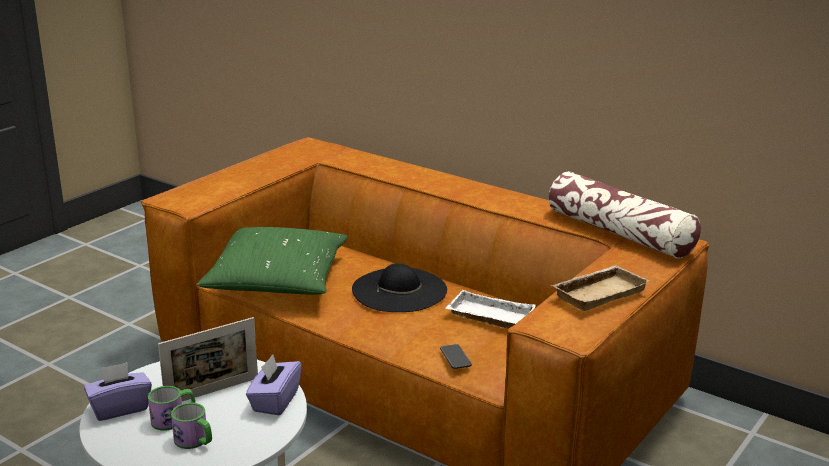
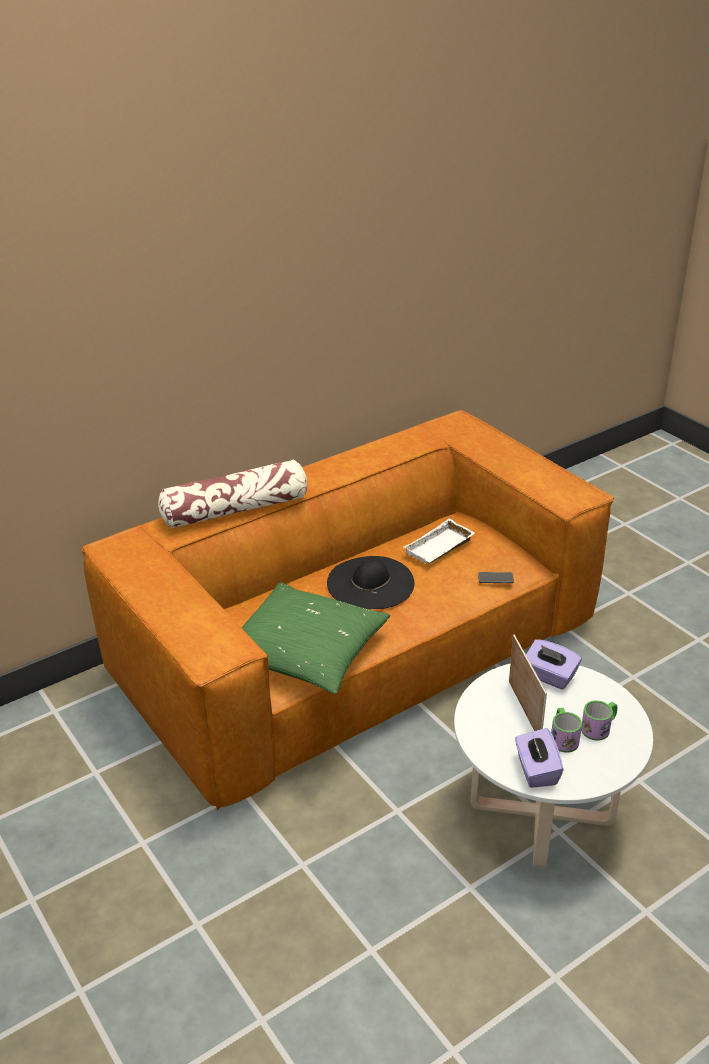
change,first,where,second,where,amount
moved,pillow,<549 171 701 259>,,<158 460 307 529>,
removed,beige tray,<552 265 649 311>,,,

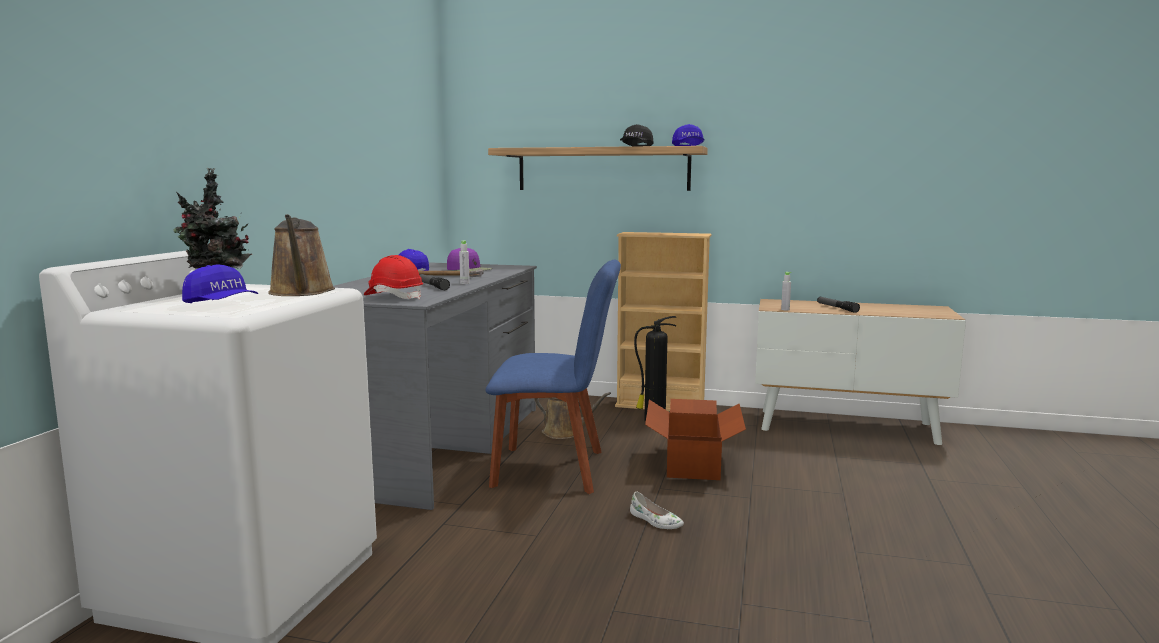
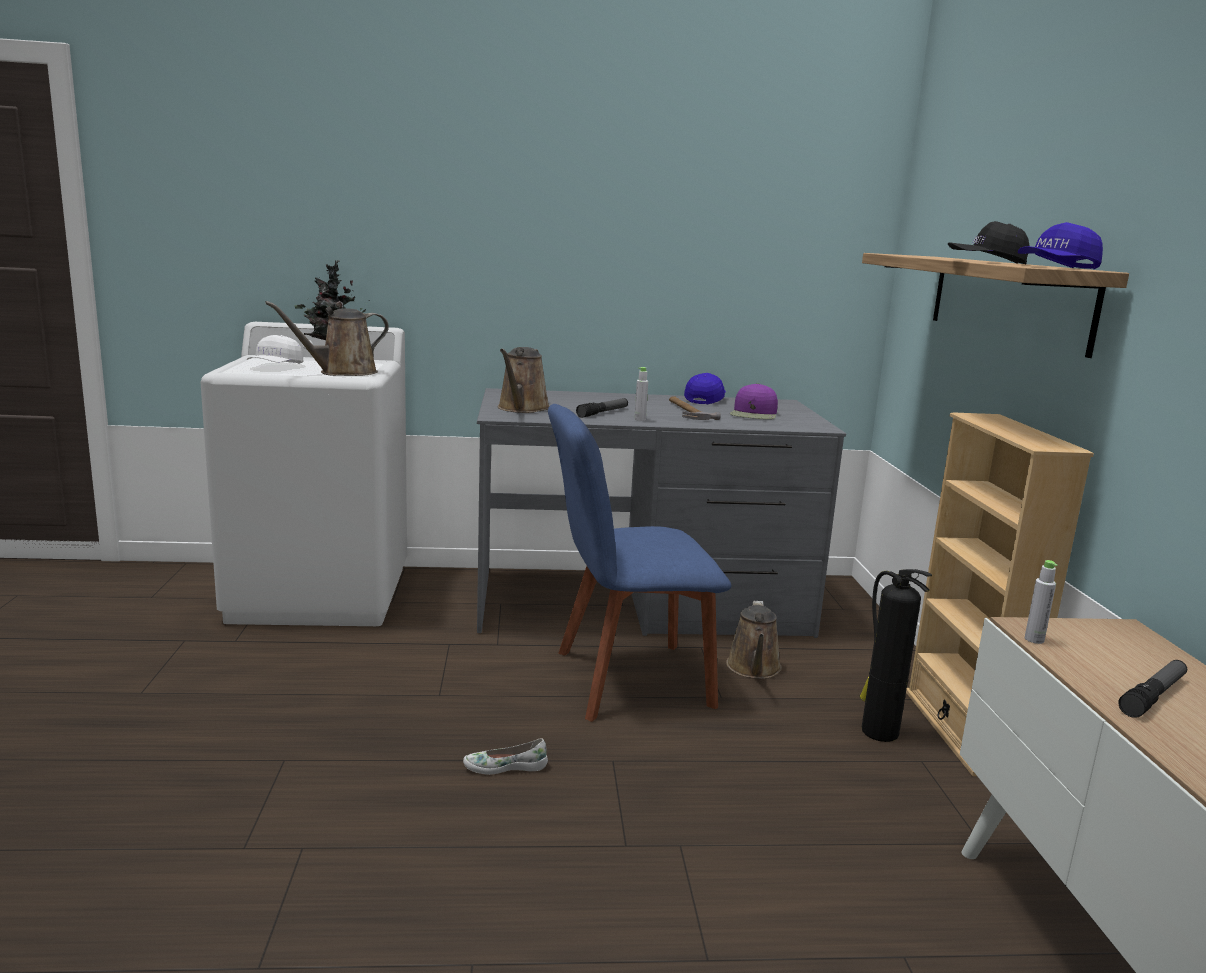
change,first,where,second,where,amount
recoloured,blue cap,<182 264 258 303>,white cap,<247 335 303 364>,
replaced,red hard hat,<364 255 423 299>,brown watering can,<498 347 549 413>,
turned,blue chair,<485 260 621 494>,,<548 404 731 722>,90 degrees clockwise
turned,white shoe,<630 492 684 529>,,<463 738 548 775>,60 degrees clockwise
removed,cardboard box,<645 399 746 480>,,,

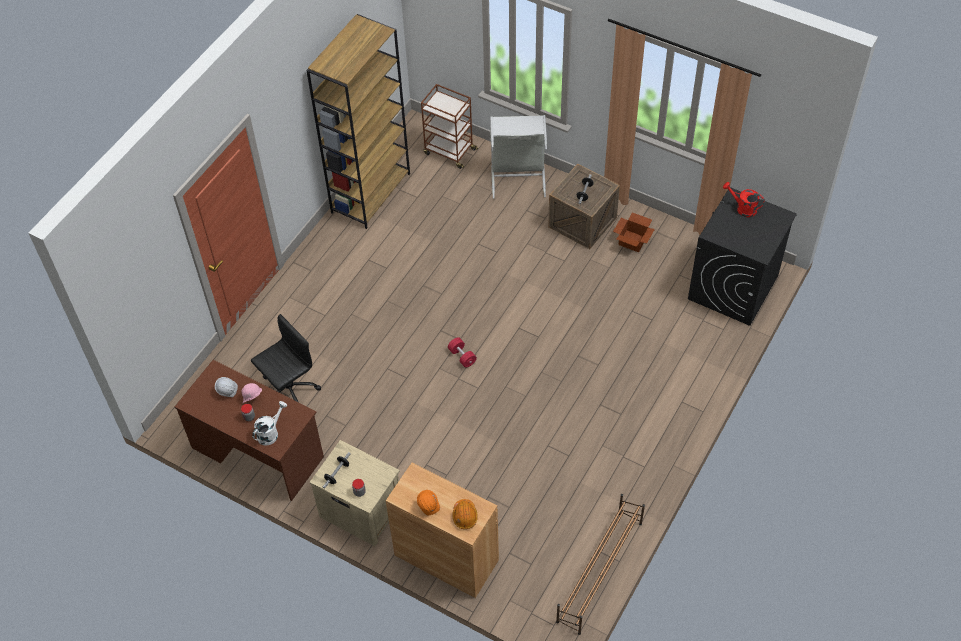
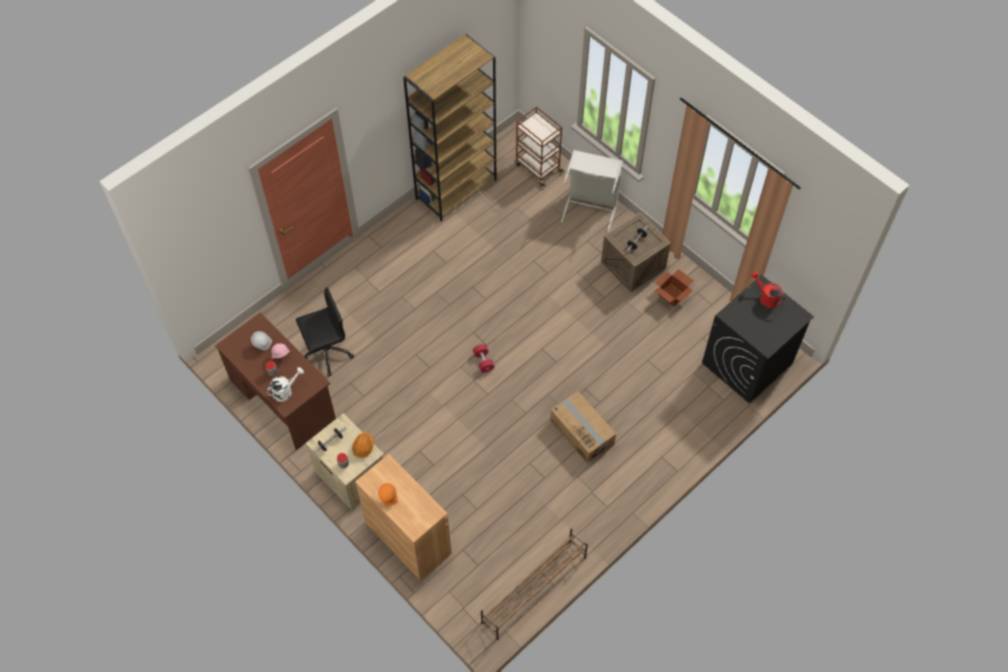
change,first,where,second,where,amount
moved,orange hard hat,<452 499 478 529>,,<352 433 374 458>,
added,,,cardboard box,<550 391 616 463>,

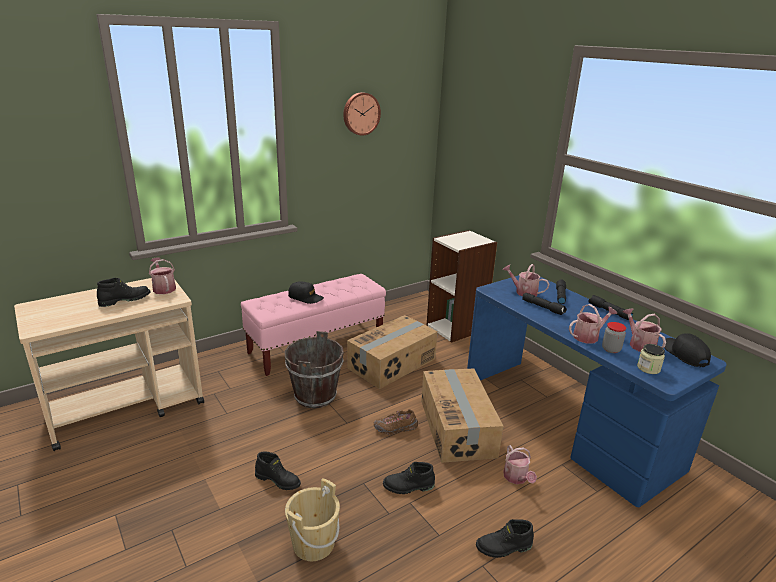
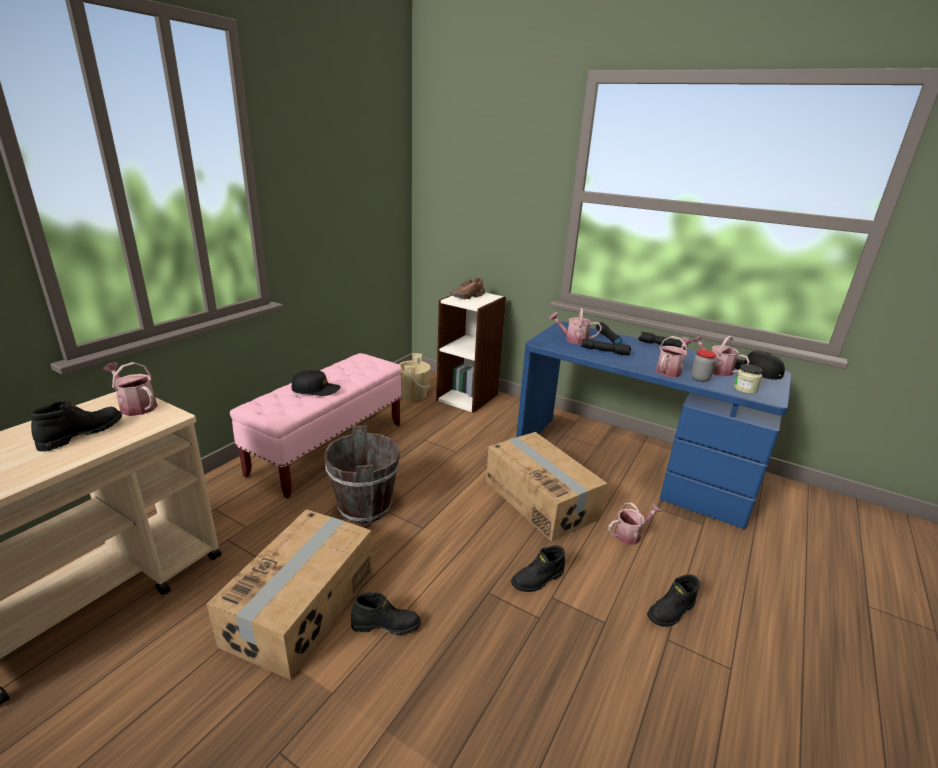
change,first,where,second,where,amount
moved,beige bucket,<285 478 340 561>,,<398 353 431 401>,
removed,wall clock,<343 92 381 136>,,,
moved,cardboard box,<347 315 438 389>,,<207 509 372 680>,
moved,brown shoe,<374 409 418 435>,,<450 278 485 300>,
turned,watering can,<503 445 537 484>,,<608 502 662 545>,75 degrees counterclockwise

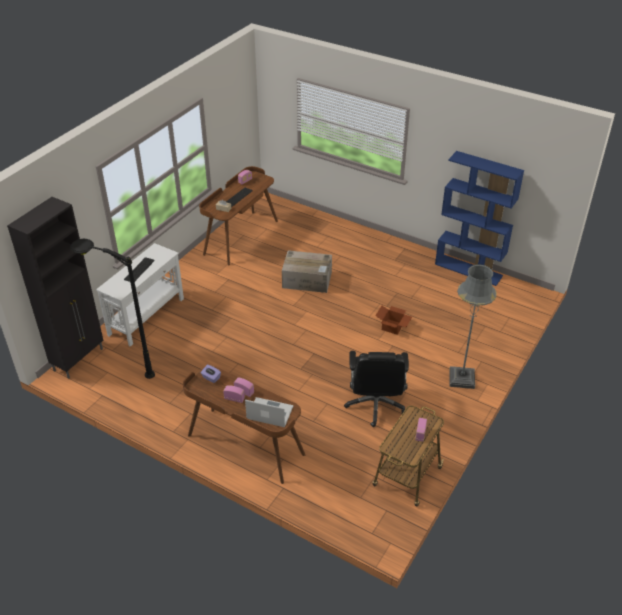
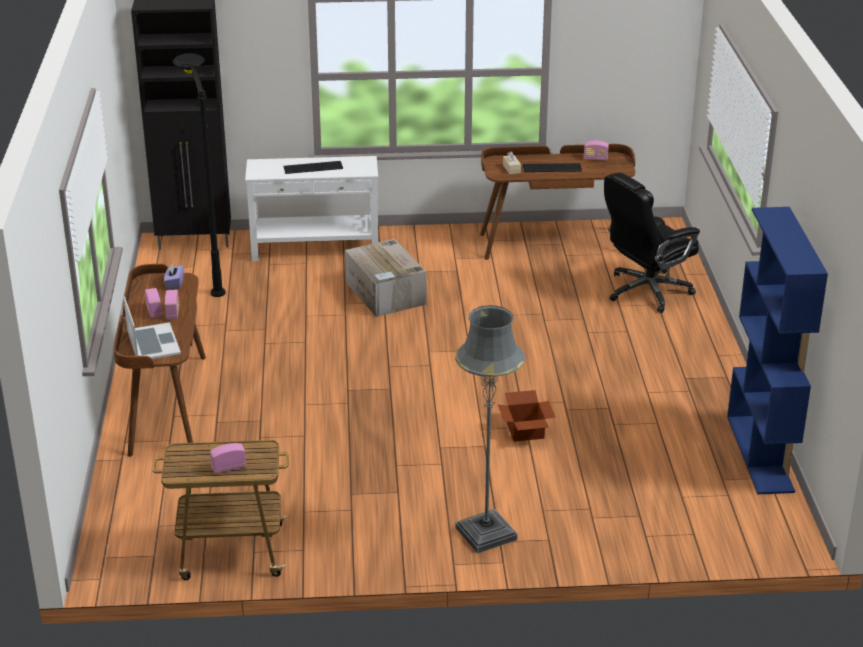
change,first,where,second,where,amount
moved,cardboard box,<282 250 332 293>,,<345 239 427 317>,
moved,black office chair,<344 351 409 427>,,<604 173 700 313>,

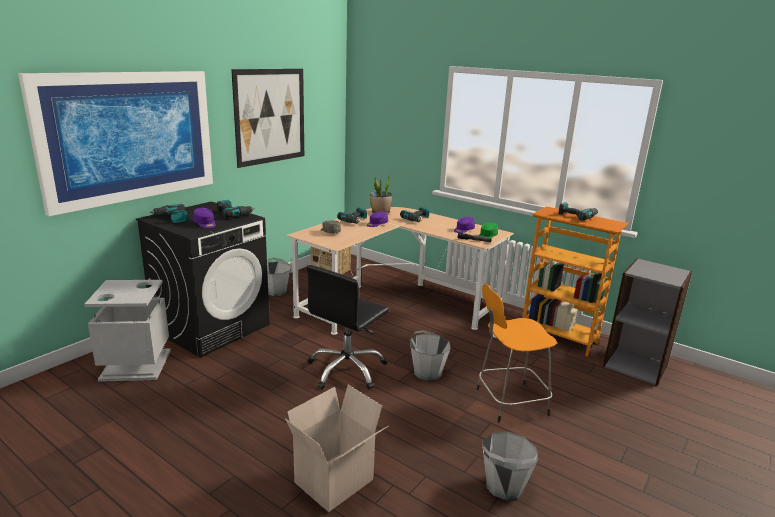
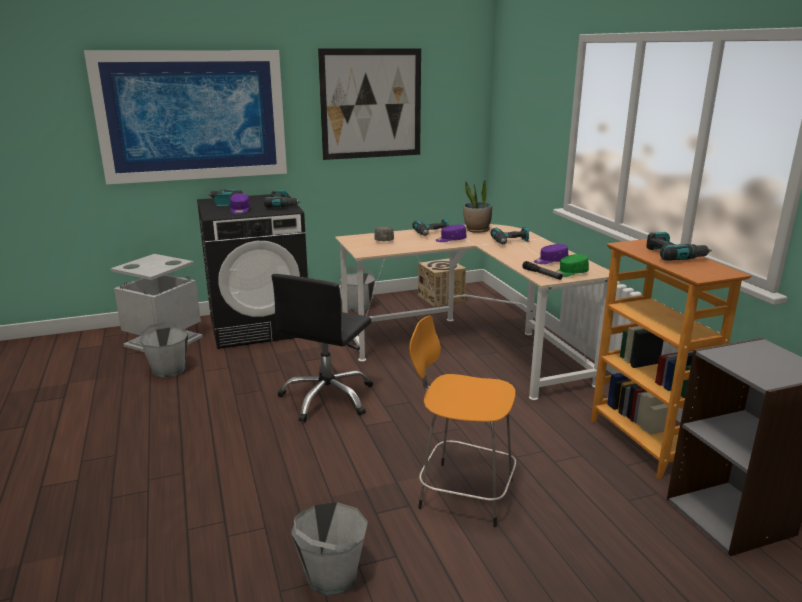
change,first,where,second,where,amount
removed,cardboard box,<285 385 388 512>,,,
turned,black office chair,<307 265 389 390>,,<272 274 373 422>,45 degrees counterclockwise
moved,grey bucket,<410 330 451 381>,,<140 322 189 378>,

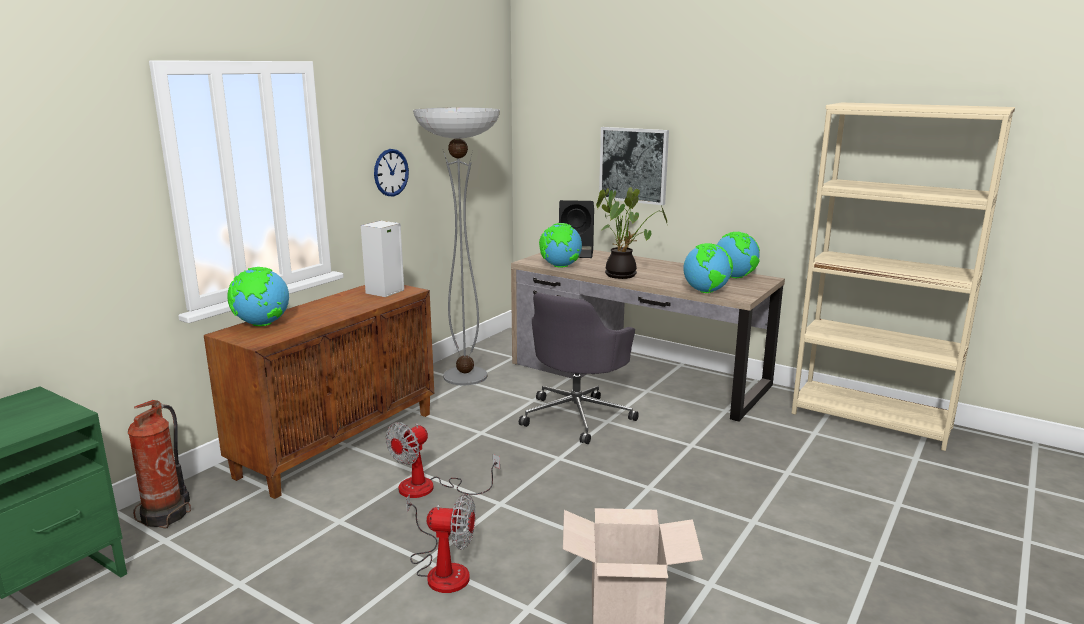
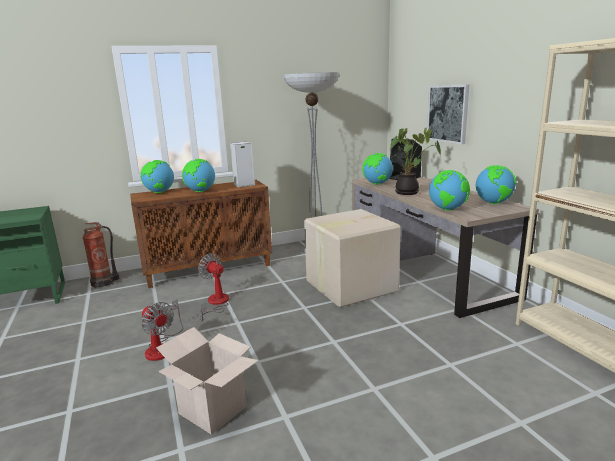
change,first,where,second,where,amount
removed,wall clock,<374 149 409 196>,,,
turned,fan,<385 422 500 498>,,<198 253 229 322>,60 degrees clockwise
replaced,grey office chair,<519 292 639 444>,cardboard box,<304 209 401 307>,
added,,,globe,<182 159 215 192>,

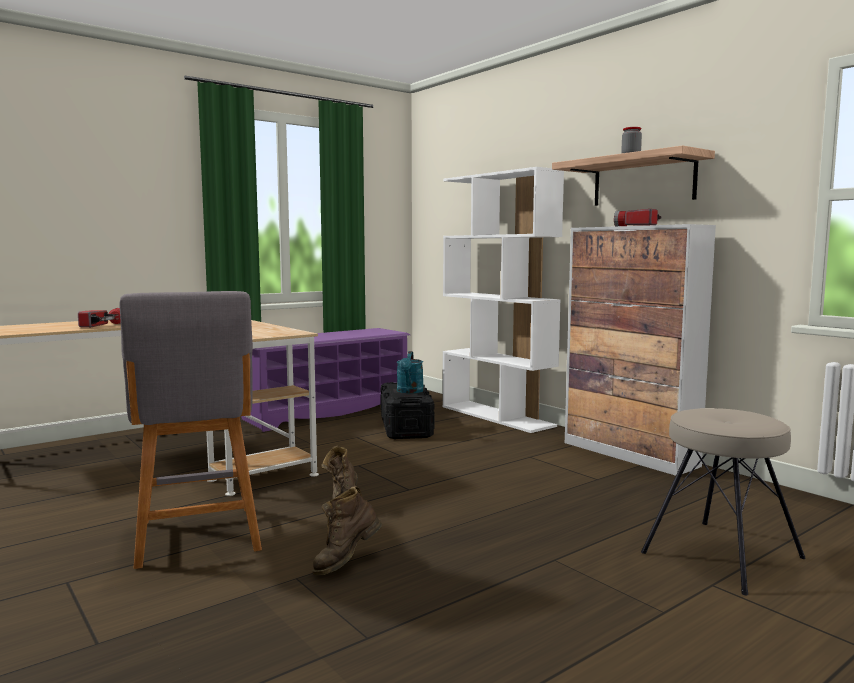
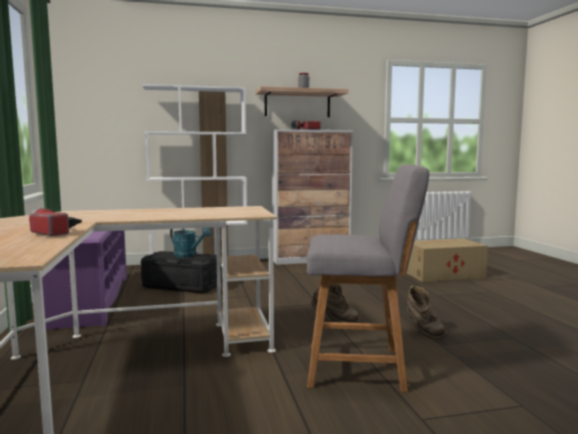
change,first,where,second,where,amount
replaced,beige stool,<641 408 806 595>,cardboard box,<406 239 488 282>,

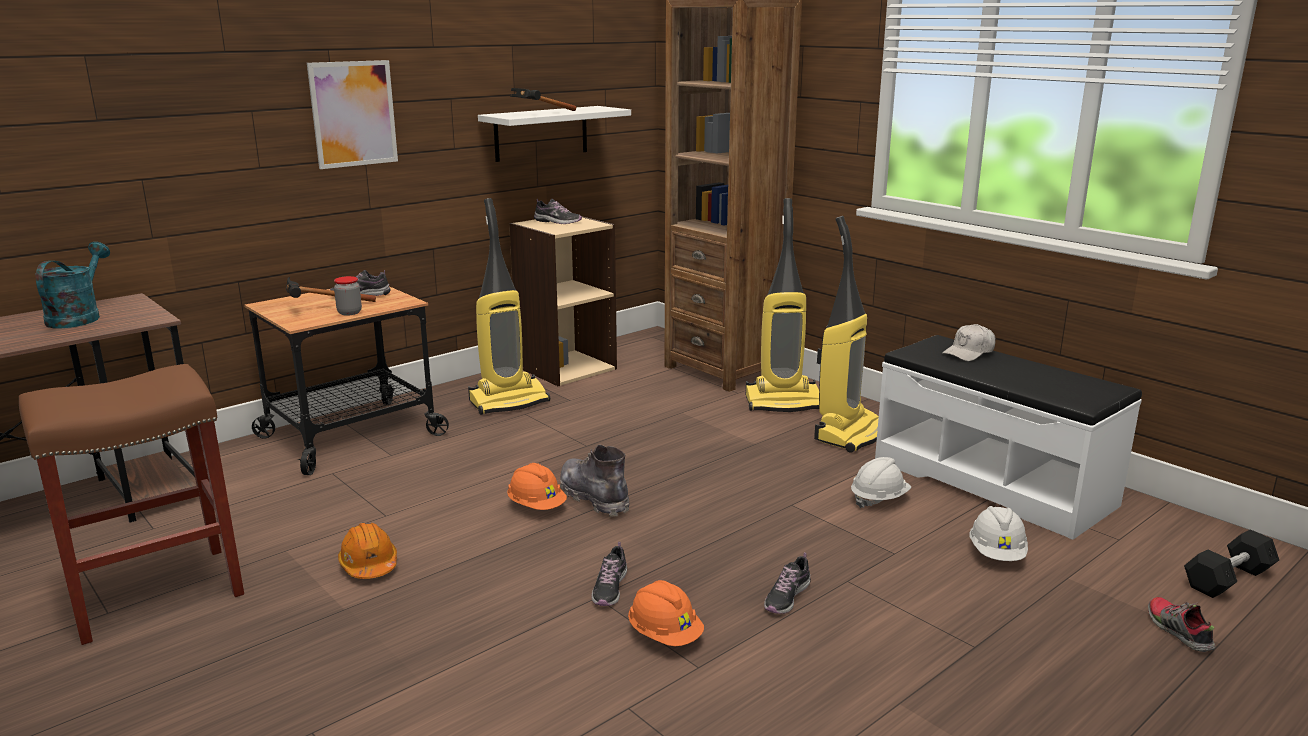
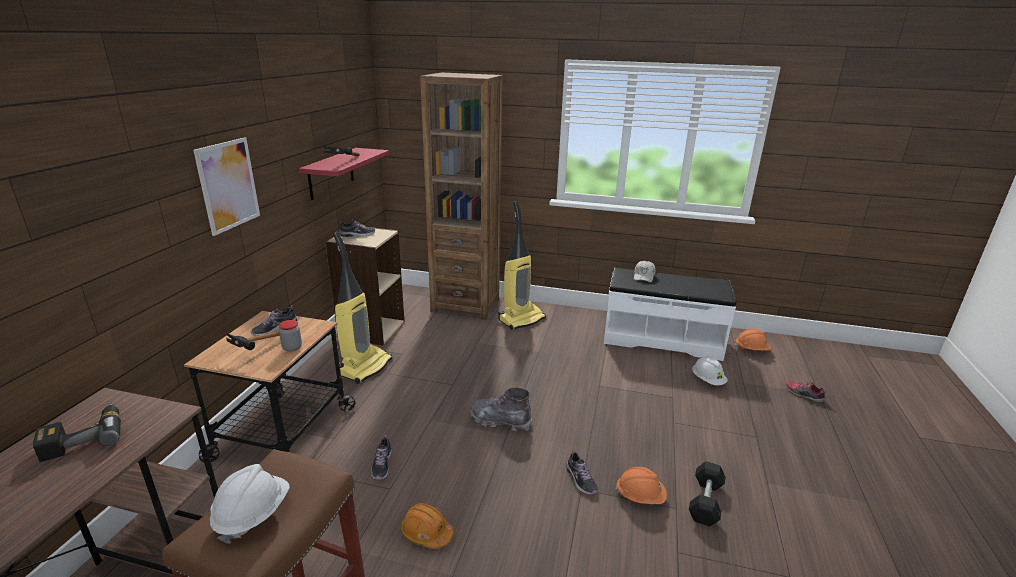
change,first,where,second,where,amount
replaced,turquoise watering can,<35 242 110 329>,power drill,<33 404 121 462>,
recoloured,white shelf,<478 106 631 162>,red shelf,<299 148 389 200>,
moved,orange hard hat,<507 463 567 510>,,<735 329 771 350>,
moved,shoe,<764 552 811 614>,,<371 435 392 480>,
removed,vacuum cleaner,<814 216 879 453>,,,
moved,white hard hat,<851 457 911 508>,,<210 464 290 544>,
moved,black dumbbell,<1184 529 1279 598>,,<689 461 725 527>,

